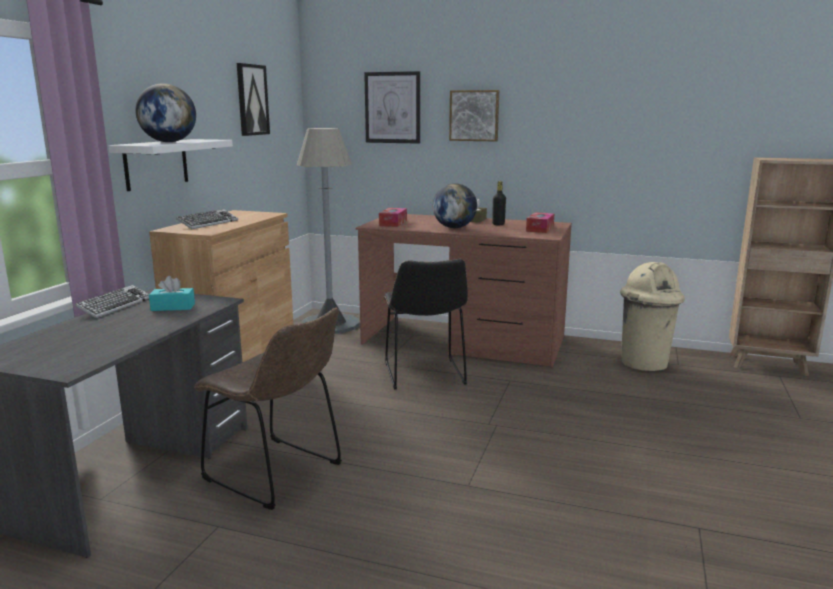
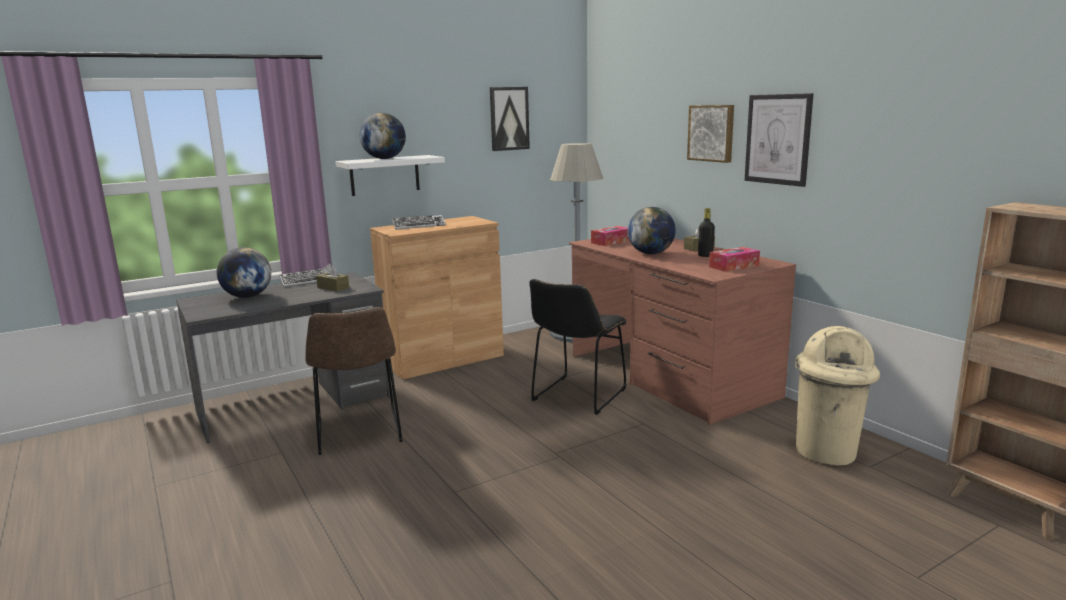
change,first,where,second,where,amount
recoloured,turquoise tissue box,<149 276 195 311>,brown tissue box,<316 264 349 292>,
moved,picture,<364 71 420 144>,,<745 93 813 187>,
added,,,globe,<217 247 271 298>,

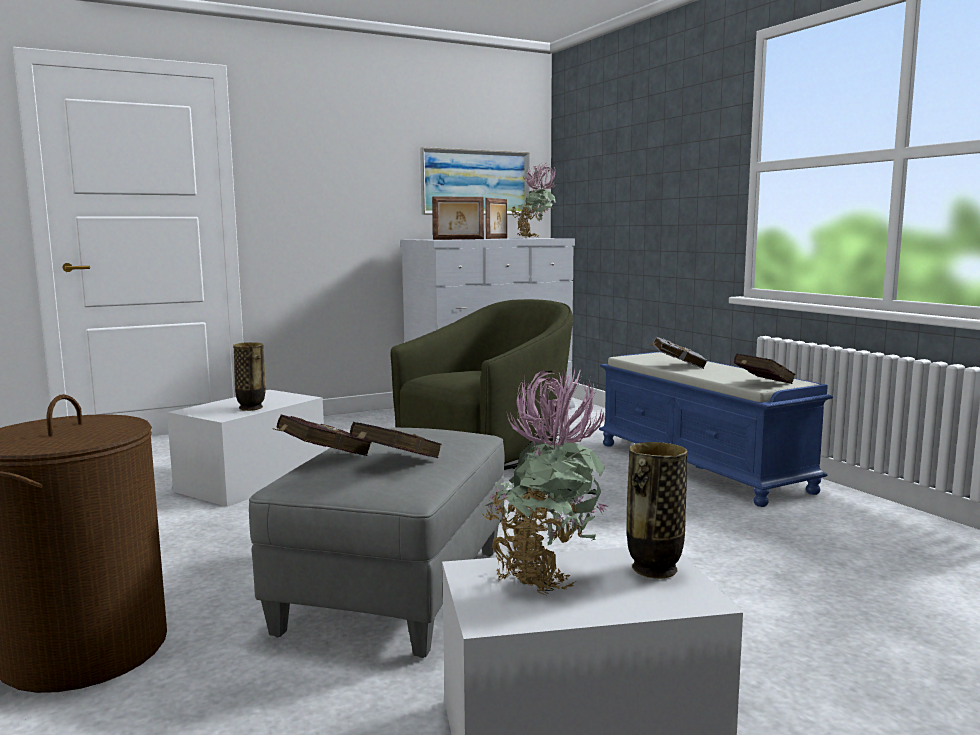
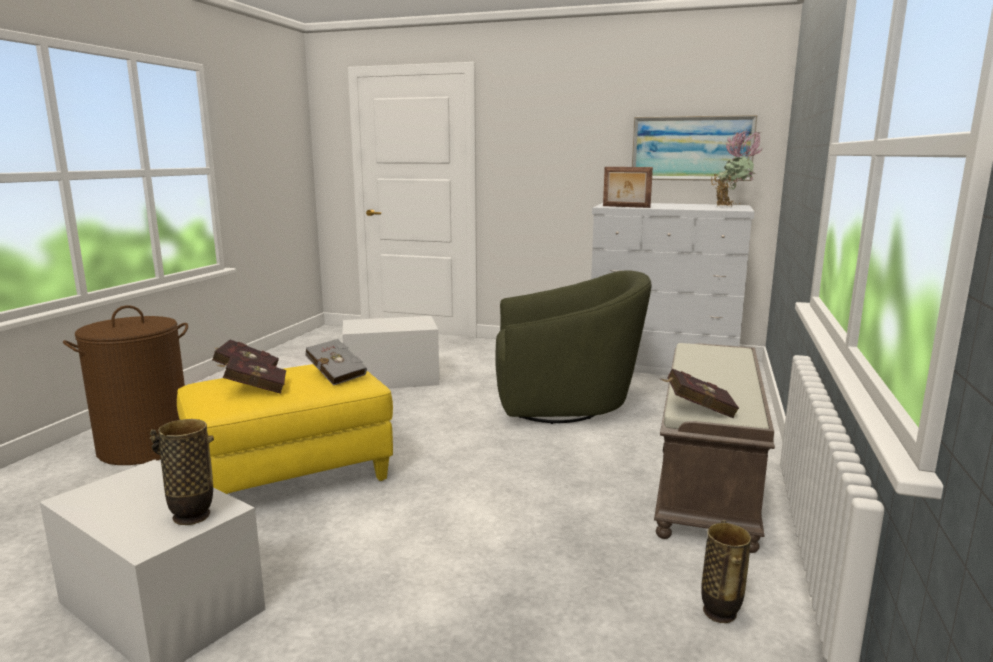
change,first,where,second,where,amount
moved,vase,<233 342 266 411>,,<701 520 751 623>,
recoloured,grey ottoman,<249 428 505 658>,yellow ottoman,<177 364 393 494>,
removed,potted plant,<481 368 610 595>,,,
removed,picture frame,<485 198 507 239>,,,
recoloured,blue bench,<599 352 833 507>,brown bench,<654 343 775 553>,
moved,grey book,<647 337 708 369>,,<305 339 367 386>,

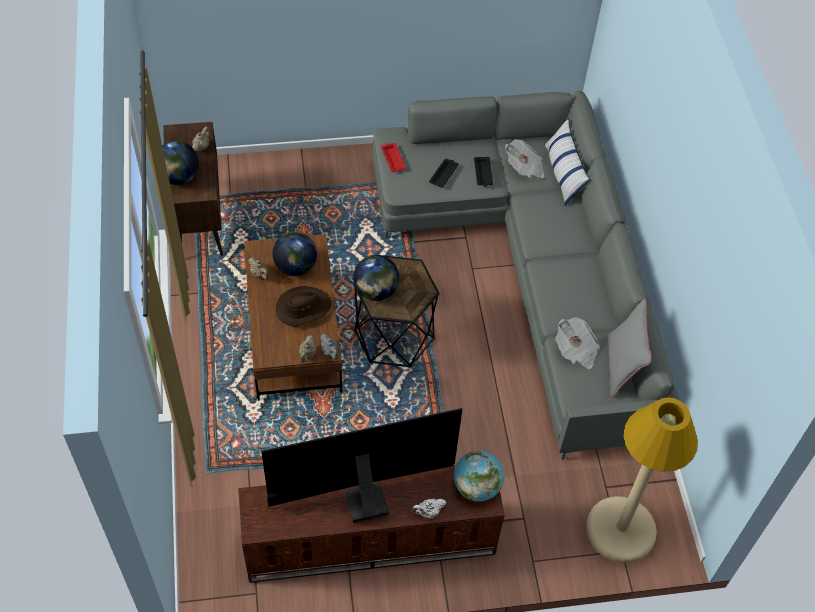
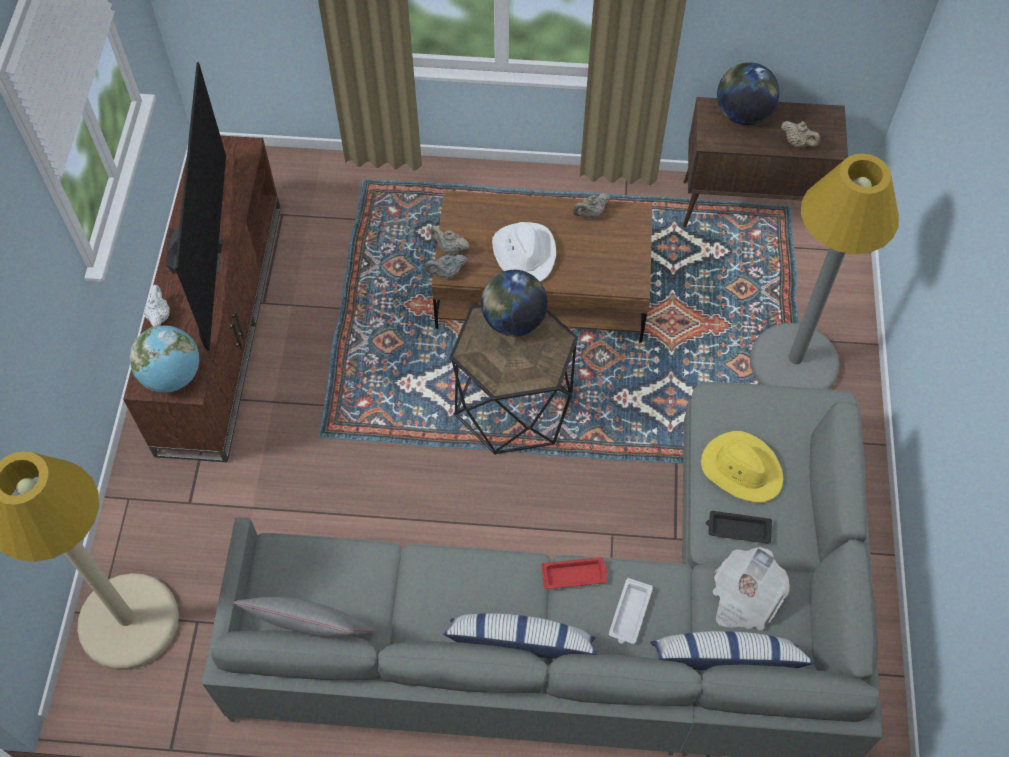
change,first,where,second,where,amount
removed,globe,<272 232 317 276>,,,
recoloured,brown hat,<276 286 331 327>,white hat,<492 222 556 282>,
moved,red tray,<381 143 406 172>,,<541 557 608 589>,
replaced,black tray,<429 159 459 188>,yellow hat,<701 431 784 503>,
removed,newspaper,<555 317 600 369>,,,
added,,,pillow,<443 613 597 659>,
added,,,white tray,<609 578 653 644>,
added,,,grey floor lamp,<750 153 899 389>,

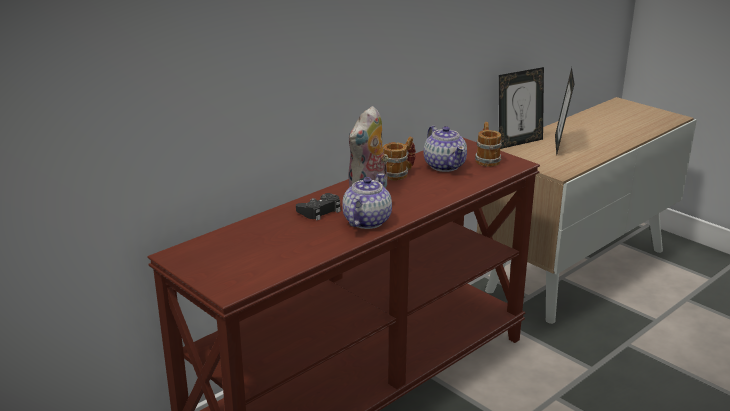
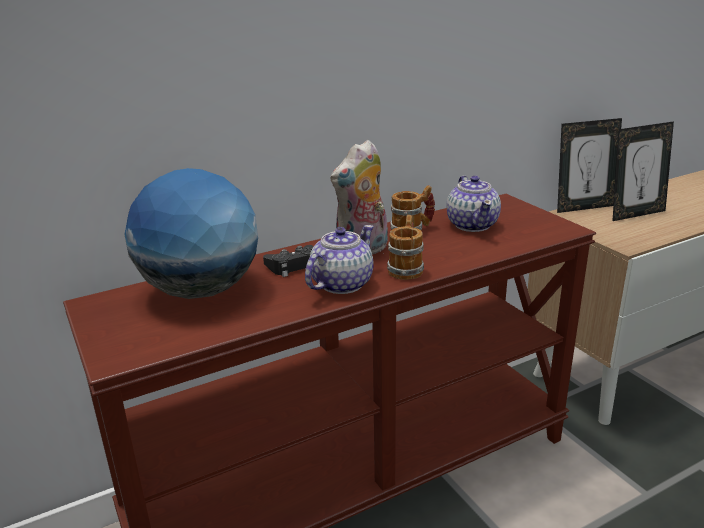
change,first,where,second,where,amount
moved,mug,<475 122 502 167>,,<387 215 424 280>,
turned,picture frame,<555 67 574 155>,,<613 121 674 221>,135 degrees counterclockwise
added,,,globe,<124 168 258 299>,

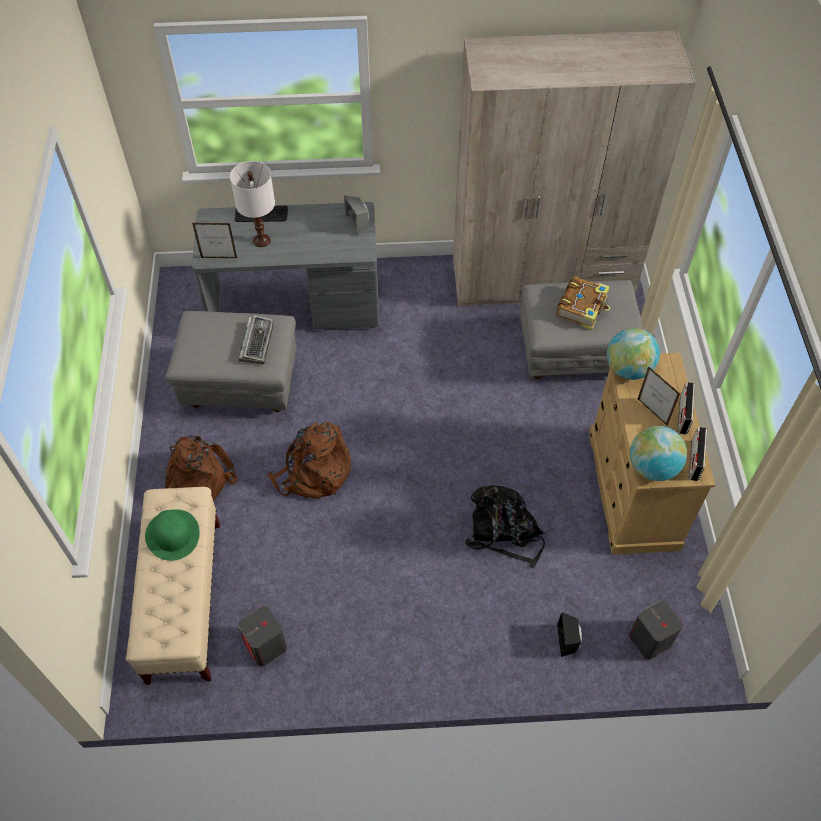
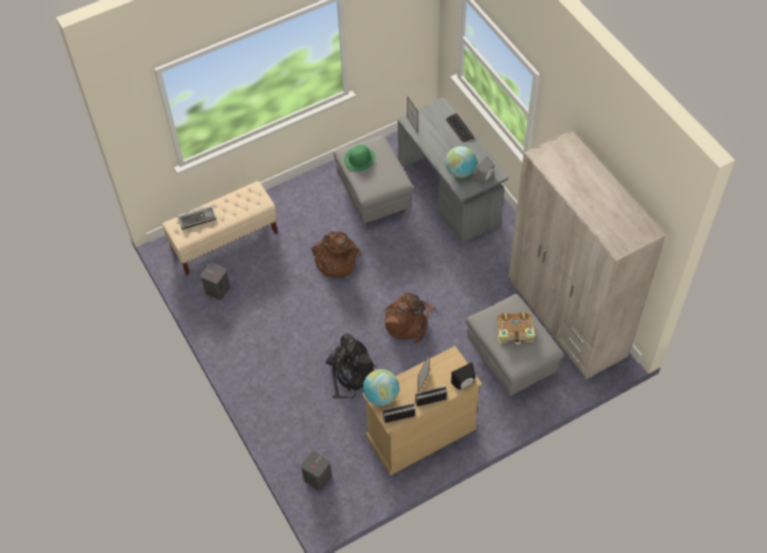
change,first,where,second,where,amount
moved,green hat,<145 509 200 561>,,<344 144 376 172>,
moved,brown backpack,<165 435 237 501>,,<384 293 435 344>,
removed,white table lamp,<230 161 275 247>,,,
moved,keyboard,<238 316 274 365>,,<177 205 216 230>,
moved,black speaker,<557 612 582 657>,,<451 362 476 390>,
moved,globe,<607 328 660 380>,,<445 146 477 178>,

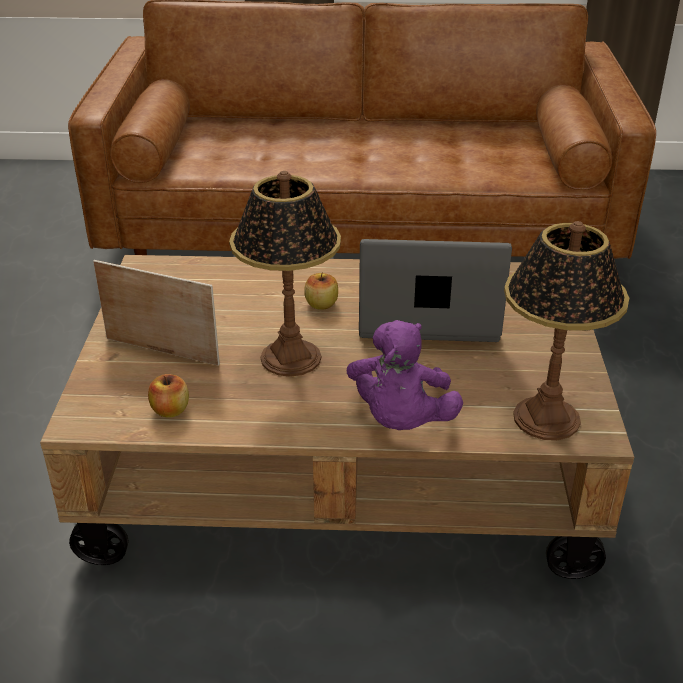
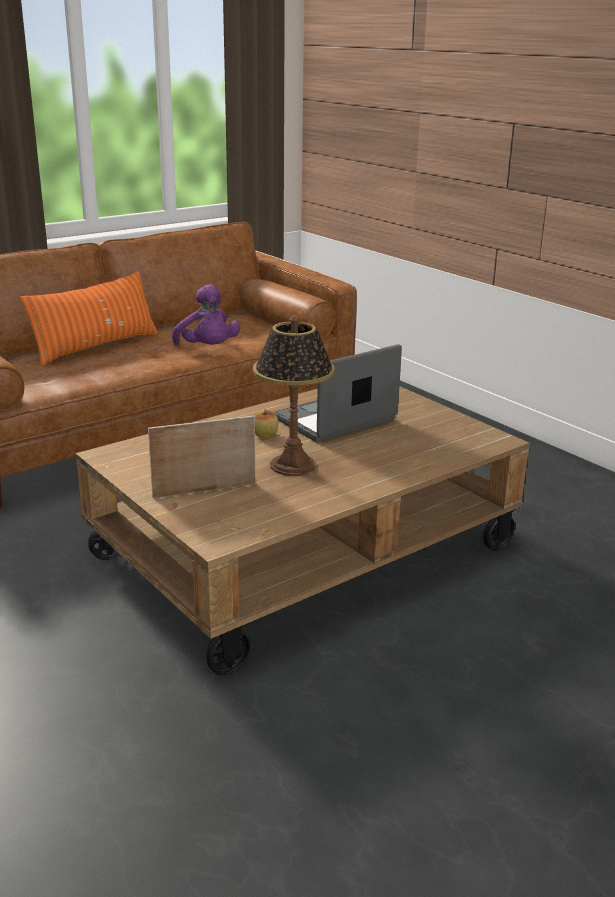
change,first,where,second,where,amount
removed,apple,<148 374 189 418>,,,
moved,purple plush toy,<347 320 463 430>,,<172 284 240 345>,
removed,table lamp,<504 221 629 440>,,,
added,,,orange pillow,<20 271 158 366>,

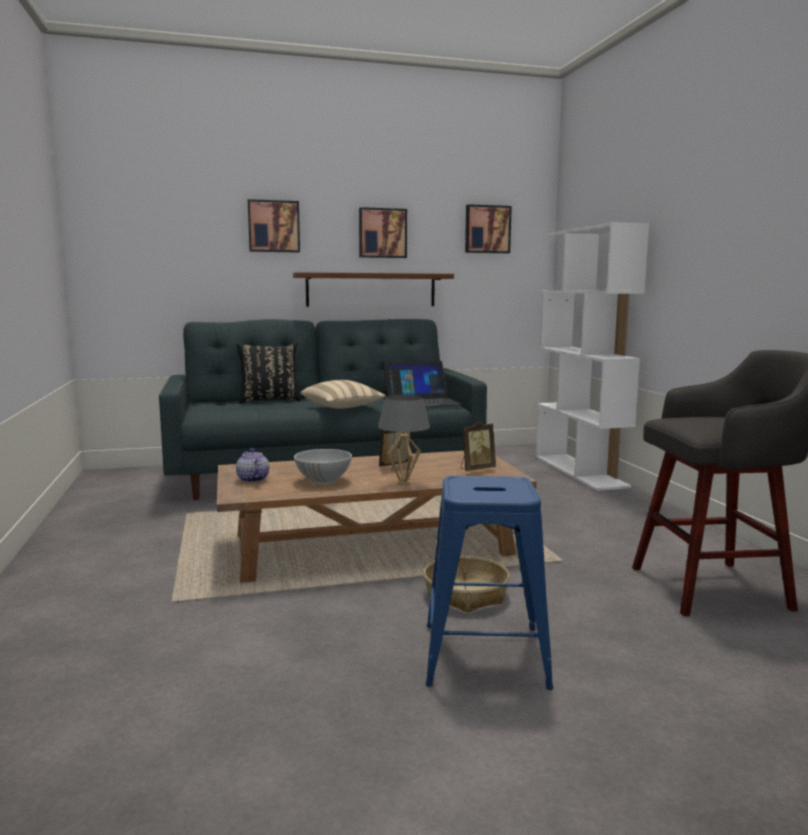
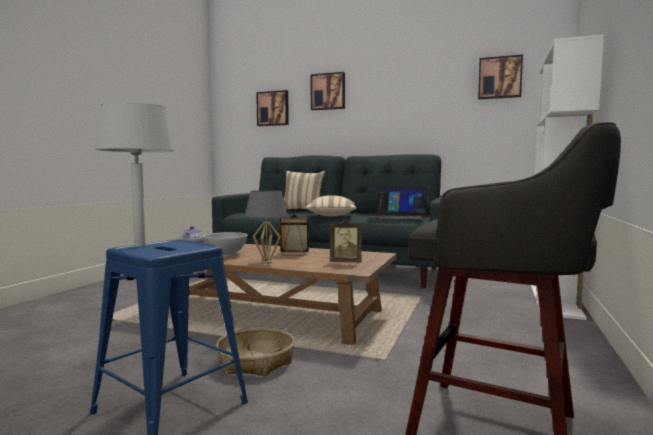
change,first,where,second,where,amount
recoloured,black pillow,<237 343 301 403>,beige pillow,<284 171 325 210>,
removed,brown shelf,<293 272 454 307>,,,
moved,picture,<359 207 407 258>,,<256 90 289 126>,
added,,,grey table lamp,<95 102 174 246>,

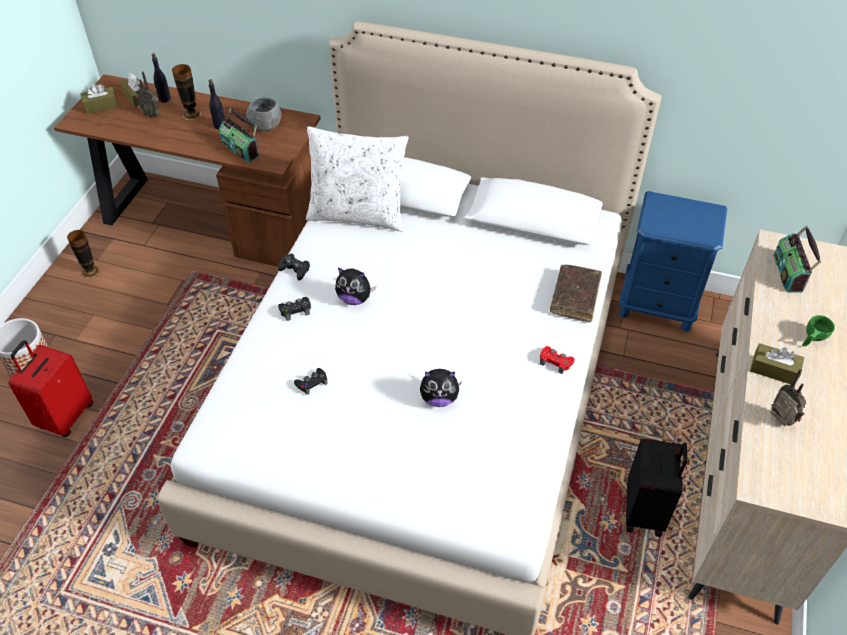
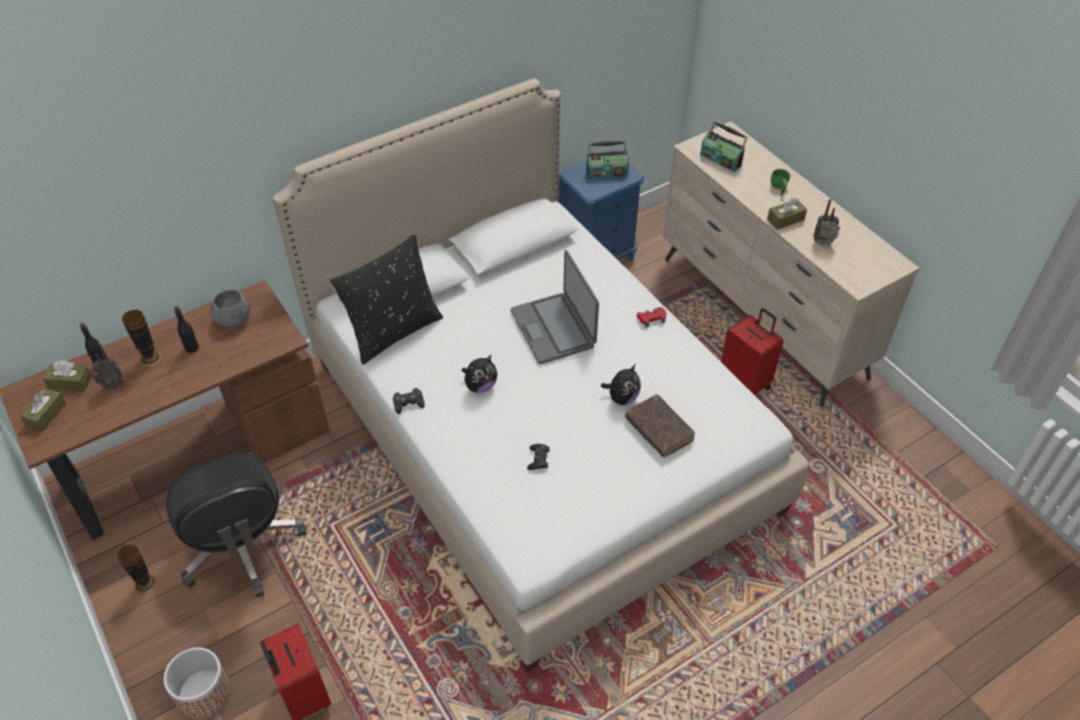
change,first,where,second,where,amount
moved,radio,<219 108 259 162>,,<586 141 629 179>,
removed,black game controller,<278 297 311 321>,,,
recoloured,white pillow,<306 126 409 232>,black pillow,<330 234 443 364>,
moved,brown book,<550 265 602 322>,,<625 394 695 457>,
recoloured,black suitcase,<626 438 687 537>,red suitcase,<721 308 783 395>,
added,,,black office chair,<166 453 307 597>,
added,,,laptop,<511 250 599 364>,

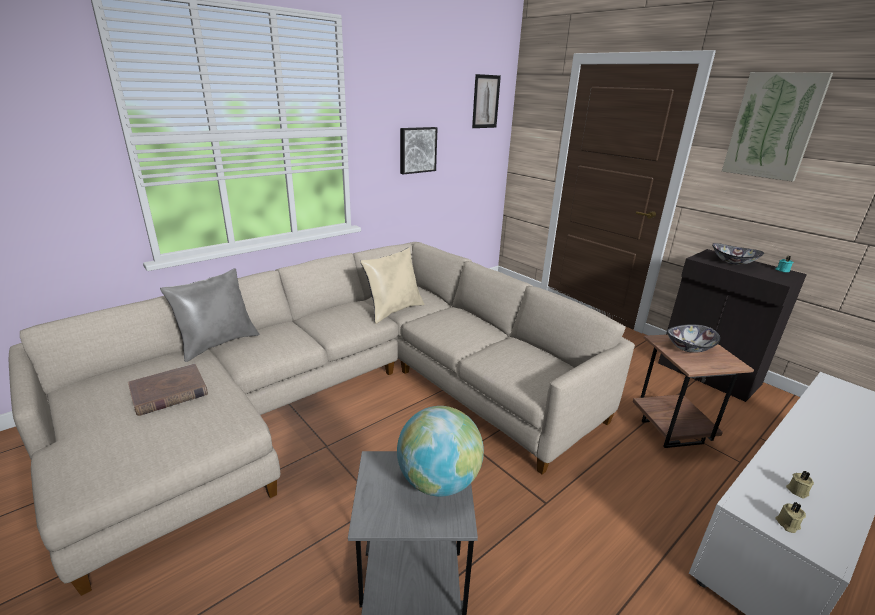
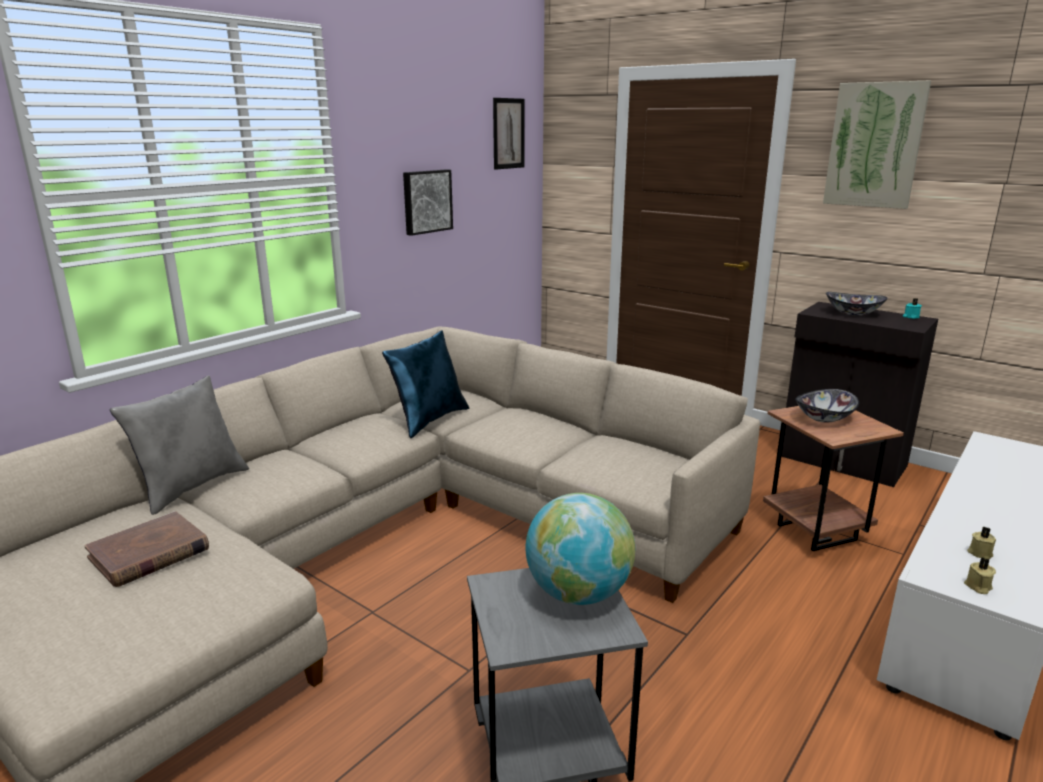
change,first,where,second,where,amount
recoloured,beige pillow,<360 247 424 324>,blue pillow,<382 330 469 438>,

